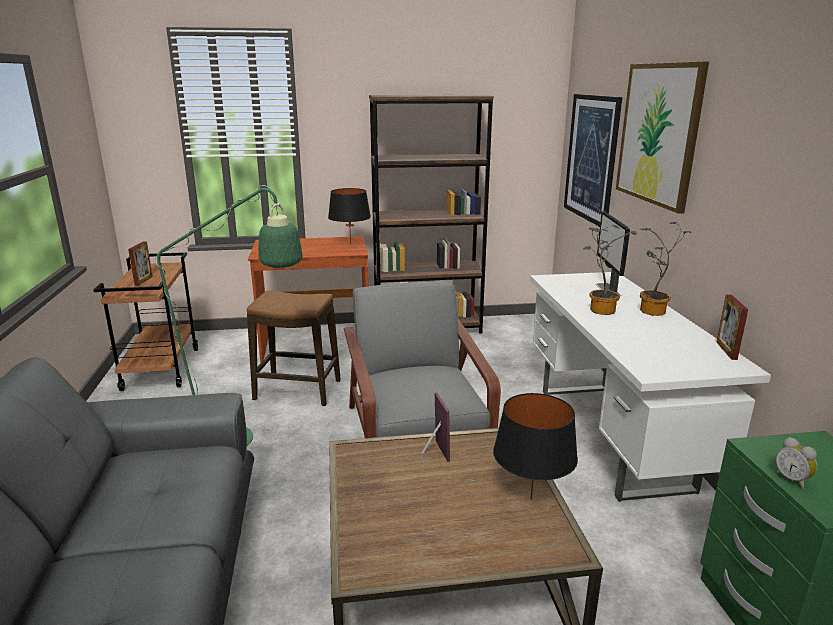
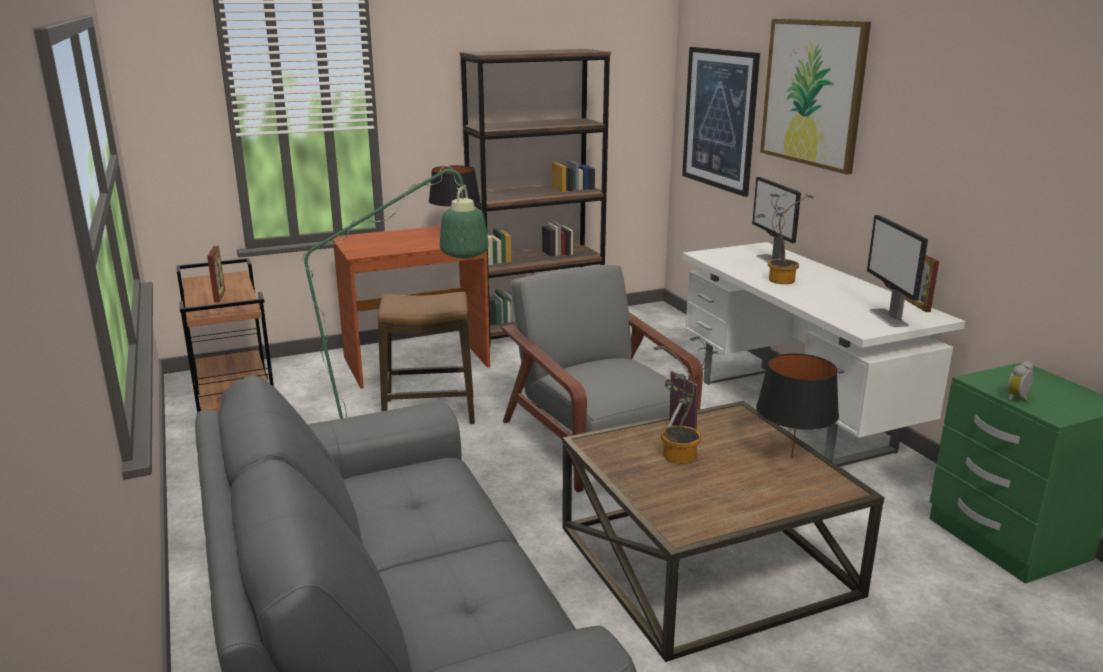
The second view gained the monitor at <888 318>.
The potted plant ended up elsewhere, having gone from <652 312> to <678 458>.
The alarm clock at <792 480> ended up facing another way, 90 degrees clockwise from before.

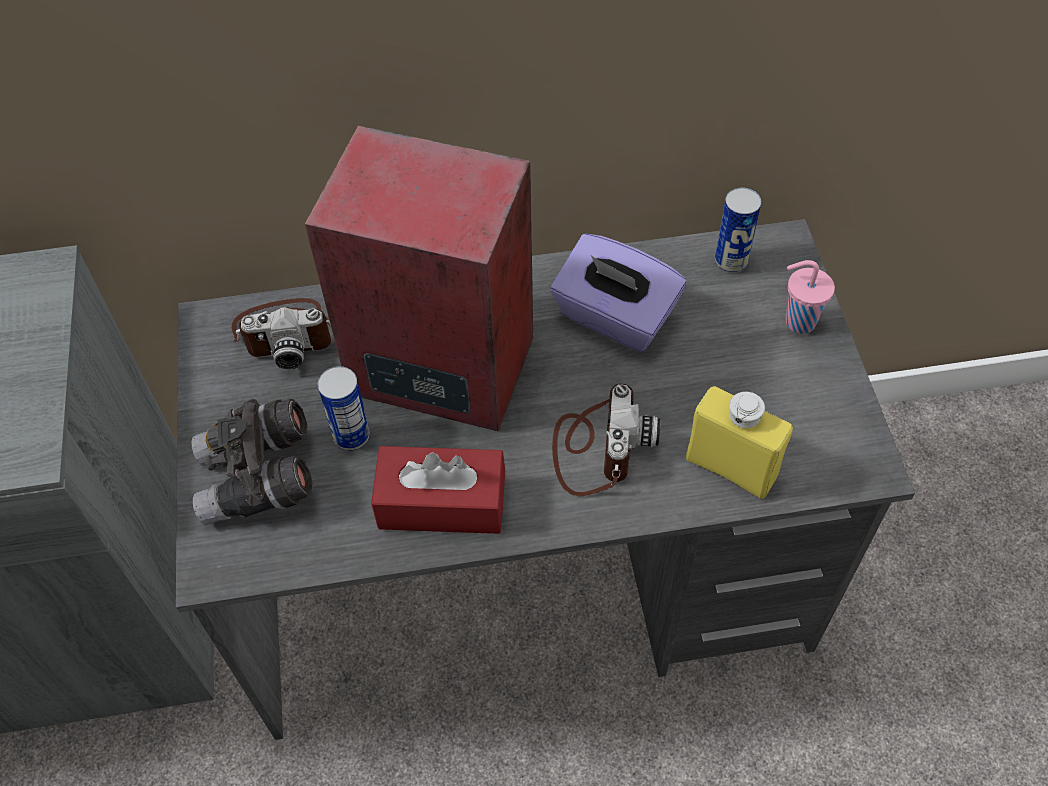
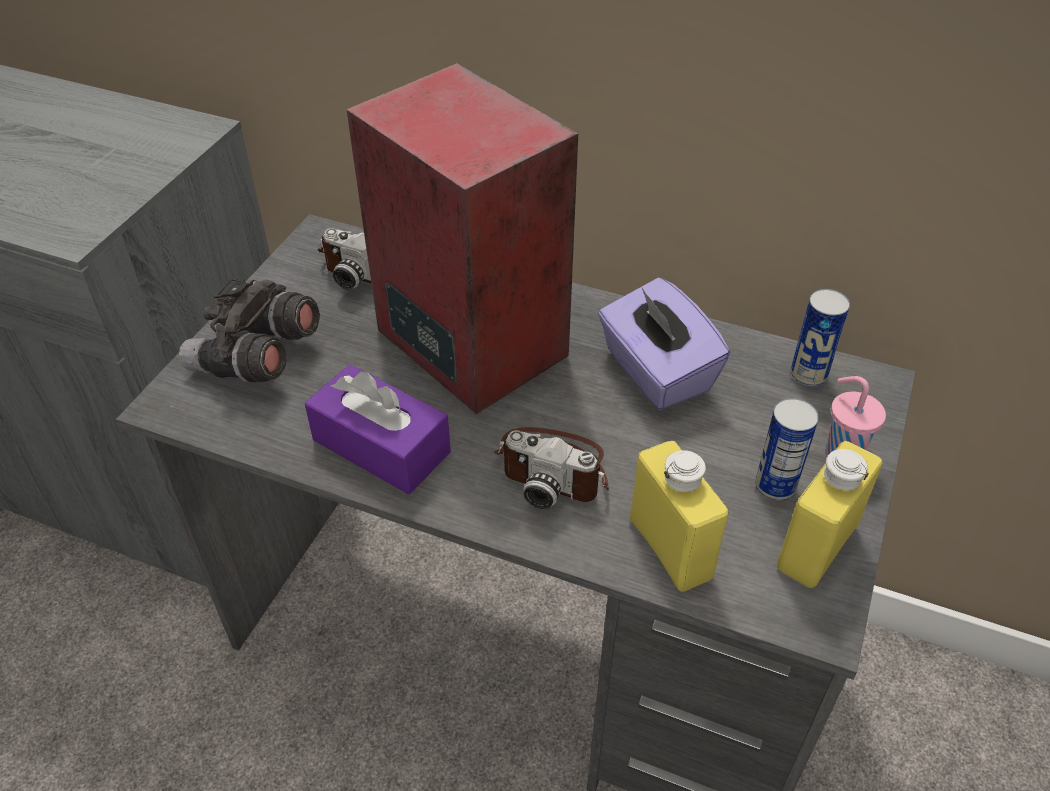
The second view gained the bottle (yellow) at <817 546>.
The can ended up elsewhere, having gone from <351 436> to <775 486>.
What was the tissue box (red) at <442 503> turned into the tissue box (purple) at <381 446>.
The photo camera at <597 447> ended up facing another way, 75 degrees clockwise from before.

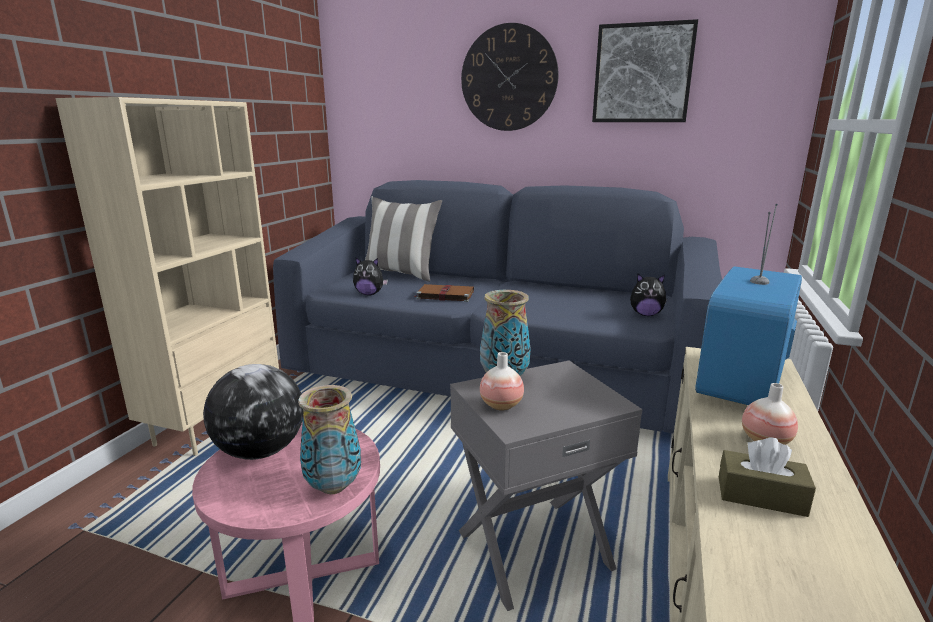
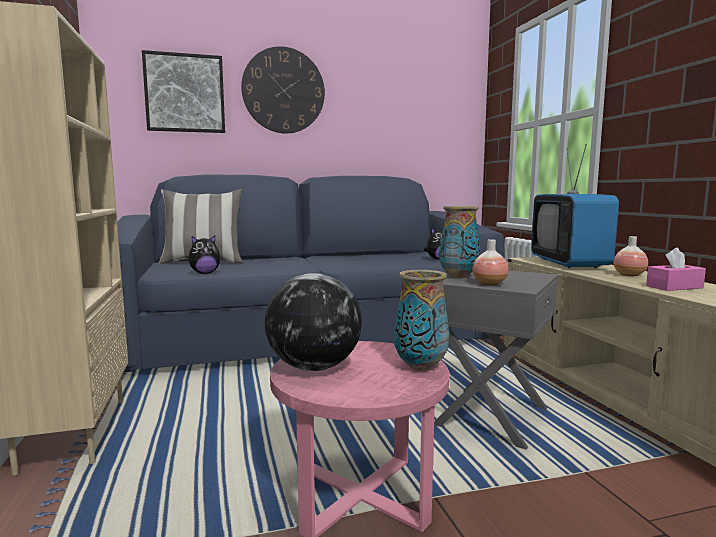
The second view lost the book (brown) at <444 295>.
The picture ended up elsewhere, having gone from <642 73> to <185 93>.
What was the tissue box (brown) at <761 496> turned into the tissue box (pink) at <674 287>.

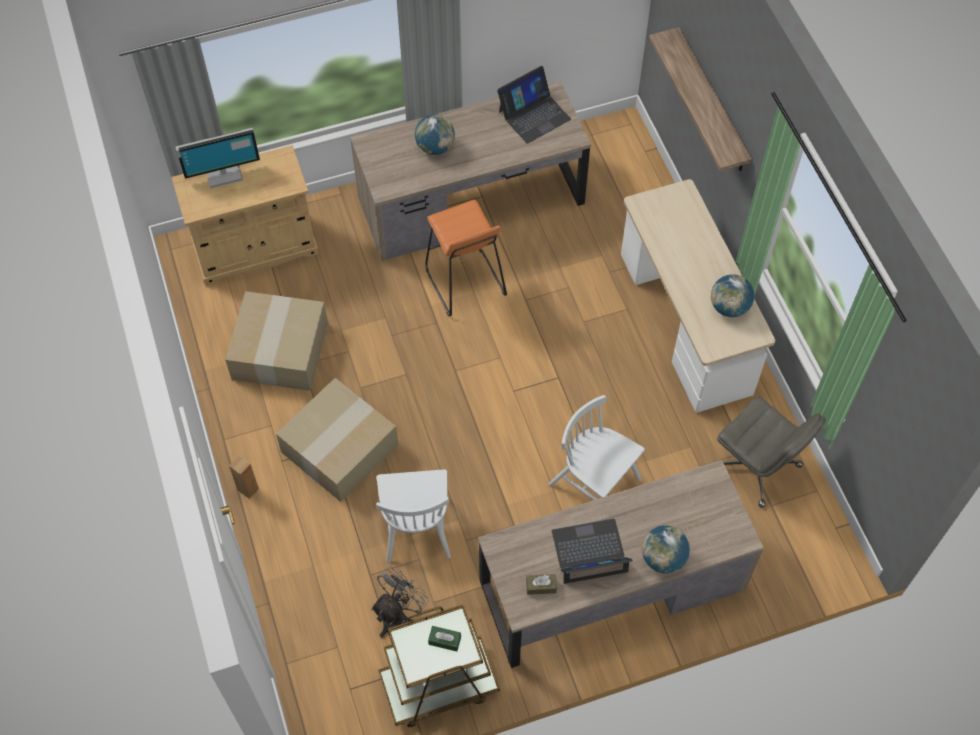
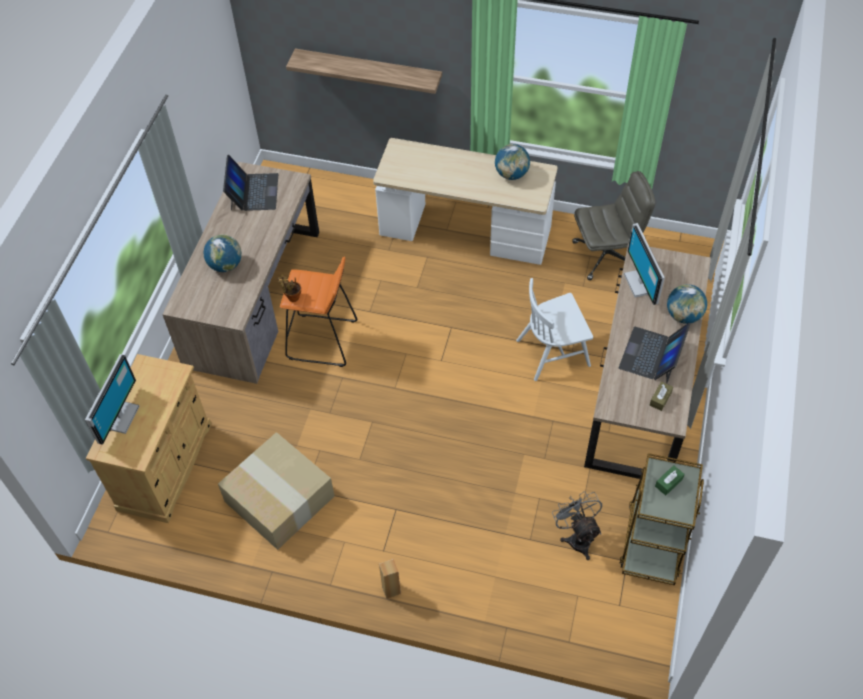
The second view lost the cardboard box at <339 450>.
The second view lost the chair (white) at <416 527>.
The second view gained the potted plant at <292 297>.
The second view gained the monitor at <641 283>.

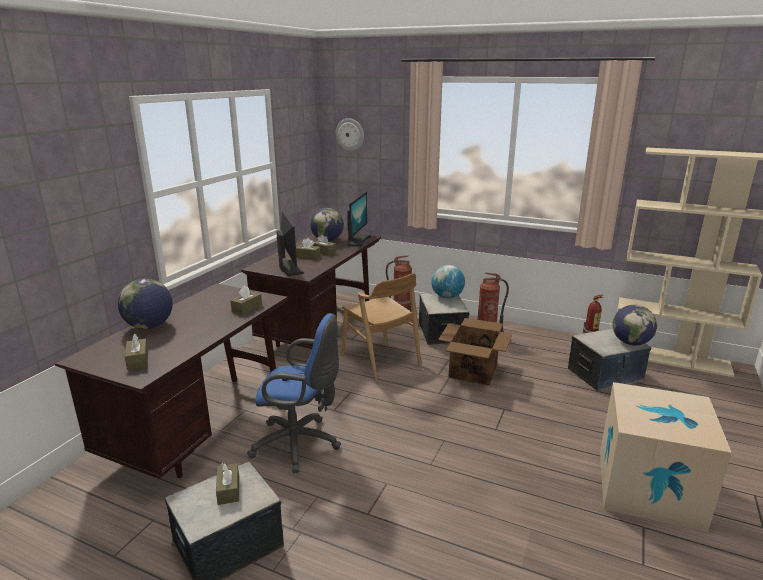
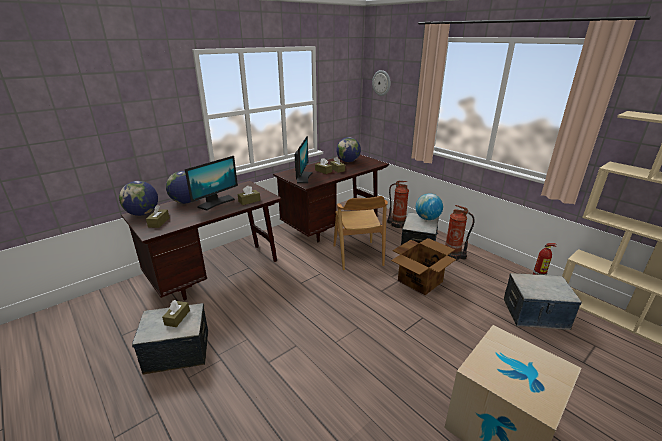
The second view lost the office chair (blue) at <300 444>.
The monitor ended up elsewhere, having gone from <358 240> to <216 202>.
The globe ended up elsewhere, having gone from <630 343> to <143 213>.

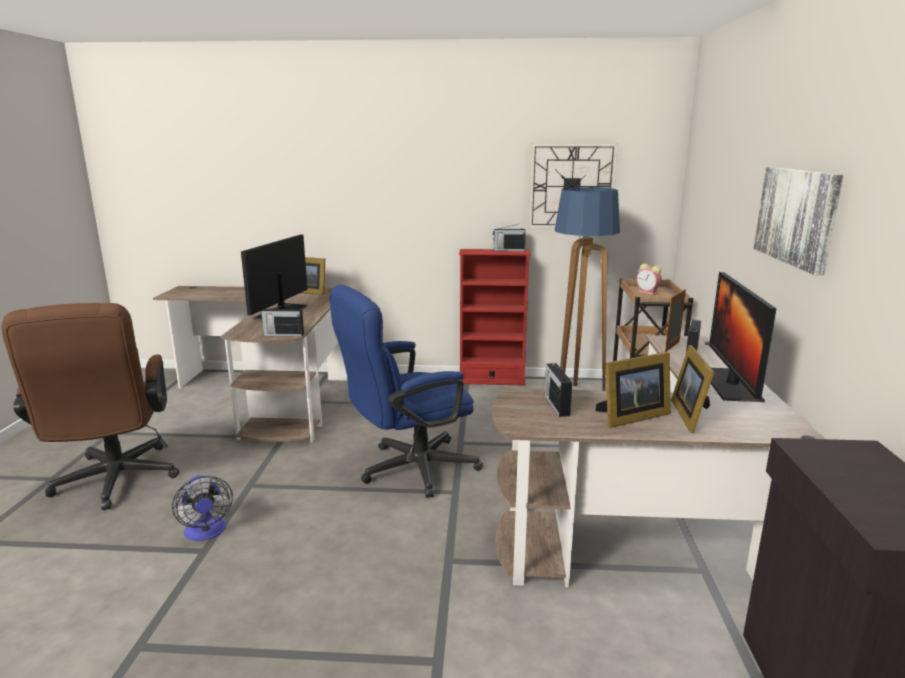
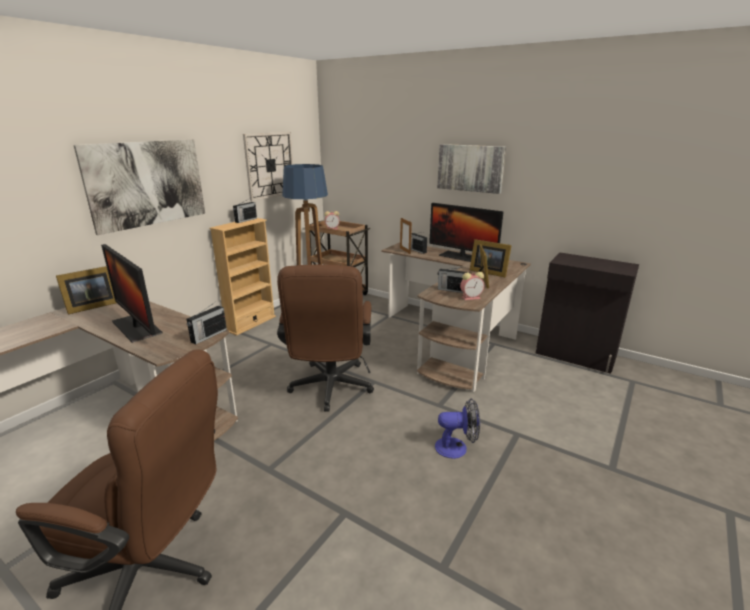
The second view gained the picture at <147 183>.
The second view gained the alarm clock at <471 297>.
The fan ended up elsewhere, having gone from <206 532> to <457 448>.
What was the office chair (blue) at <408 470> turned into the office chair (brown) at <330 390>.
What was the bookcase (red) at <491 380> turned into the bookcase (beige) at <251 323>.

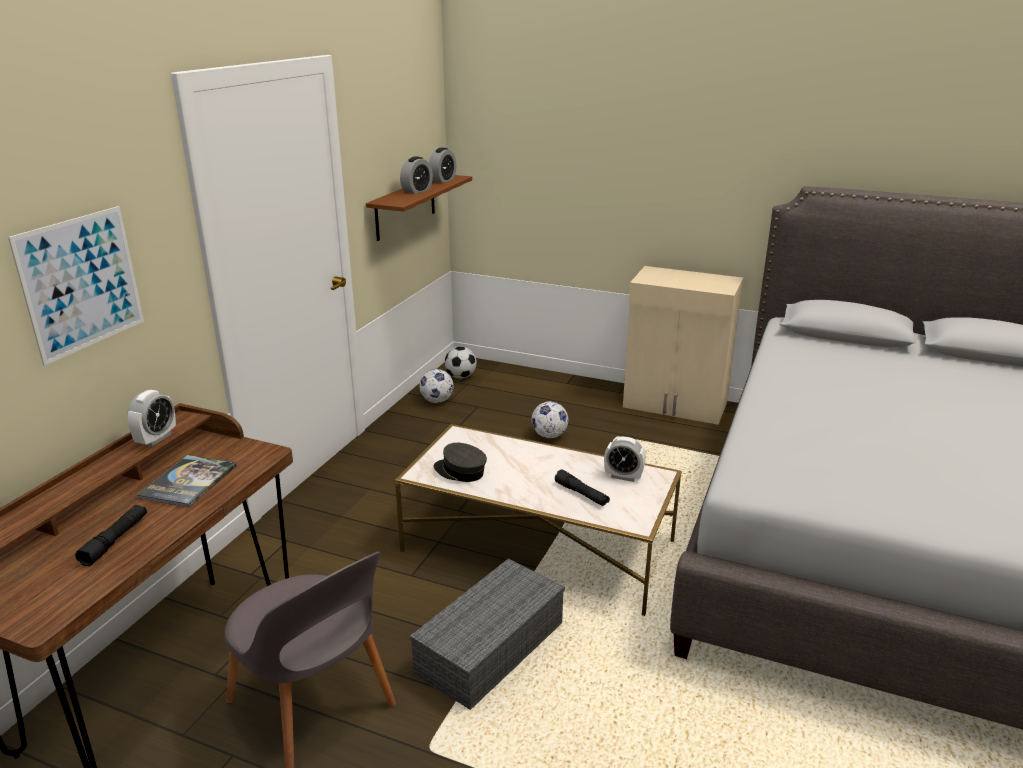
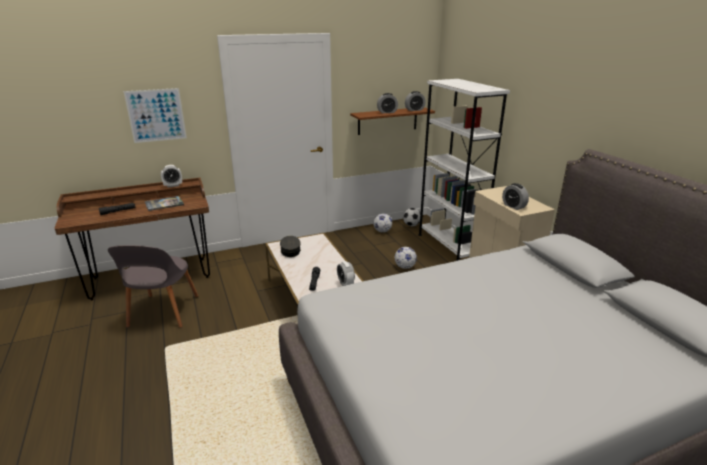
The second view lost the storage box (grey) at <490 646>.
The second view gained the bookcase (white) at <449 246>.
The second view gained the alarm clock at <513 206>.

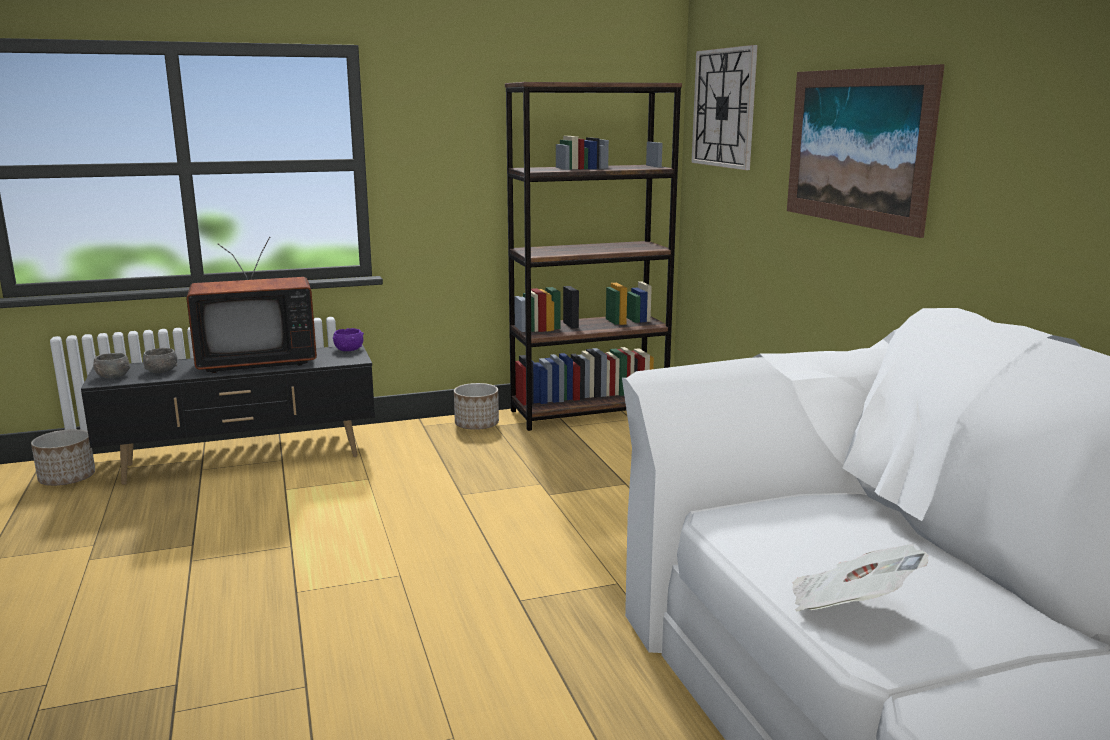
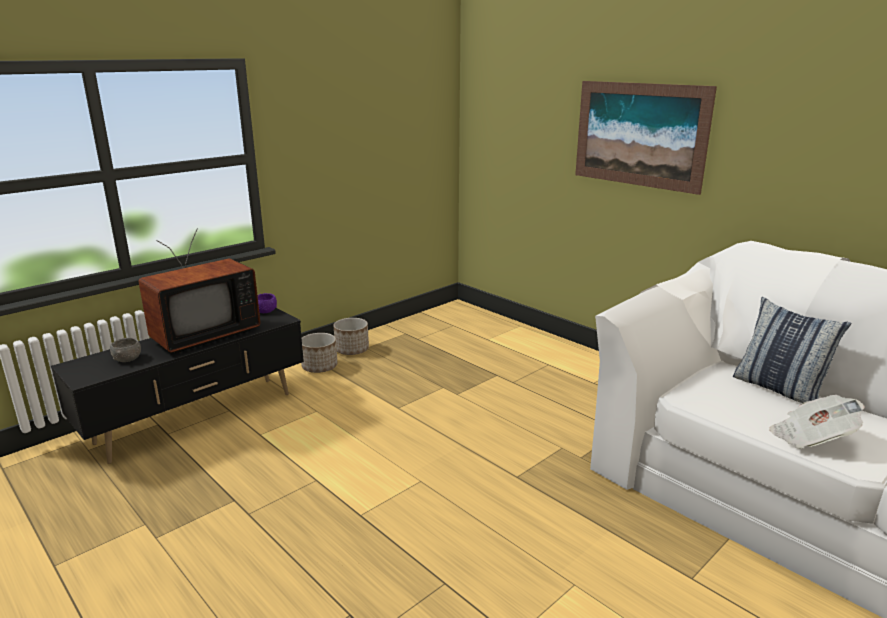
The second view lost the bowl (grey) at <113 376>.
The second view lost the bookcase (brown) at <589 412>.
The second view lost the wall clock at <724 108>.
The second view gained the pillow at <779 389>.
The planter ended up elsewhere, having gone from <67 478> to <319 367>.

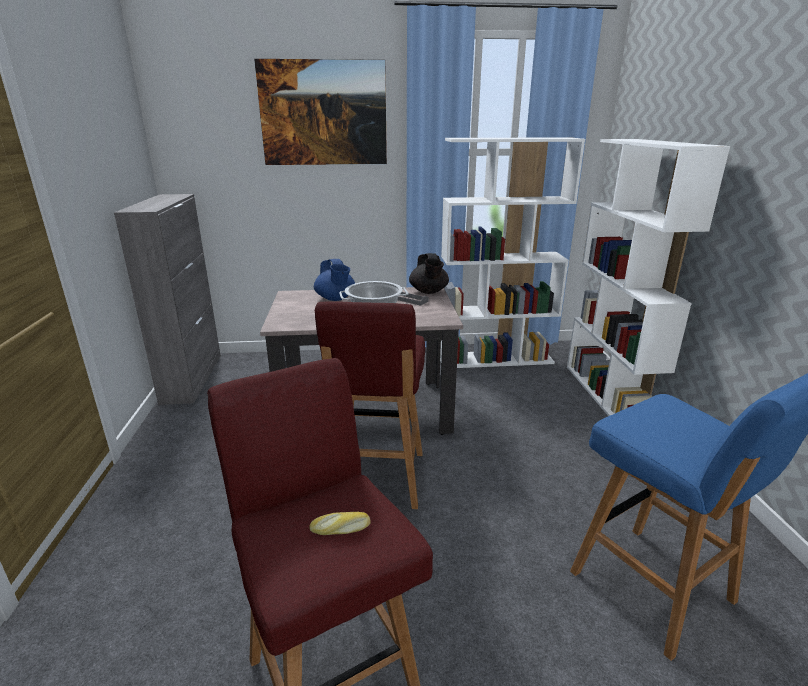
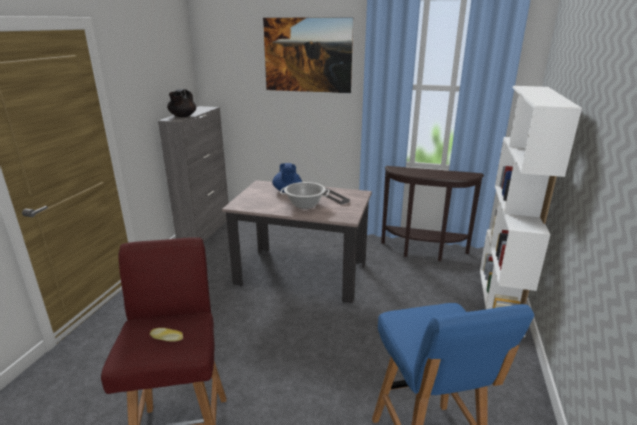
The second view lost the stool (red) at <377 479>.
The teapot (black) ended up elsewhere, having gone from <428 292> to <182 116>.
Where the bookcase (white) stood at <495 359>, the console table (brown) came to stand at <423 252>.

